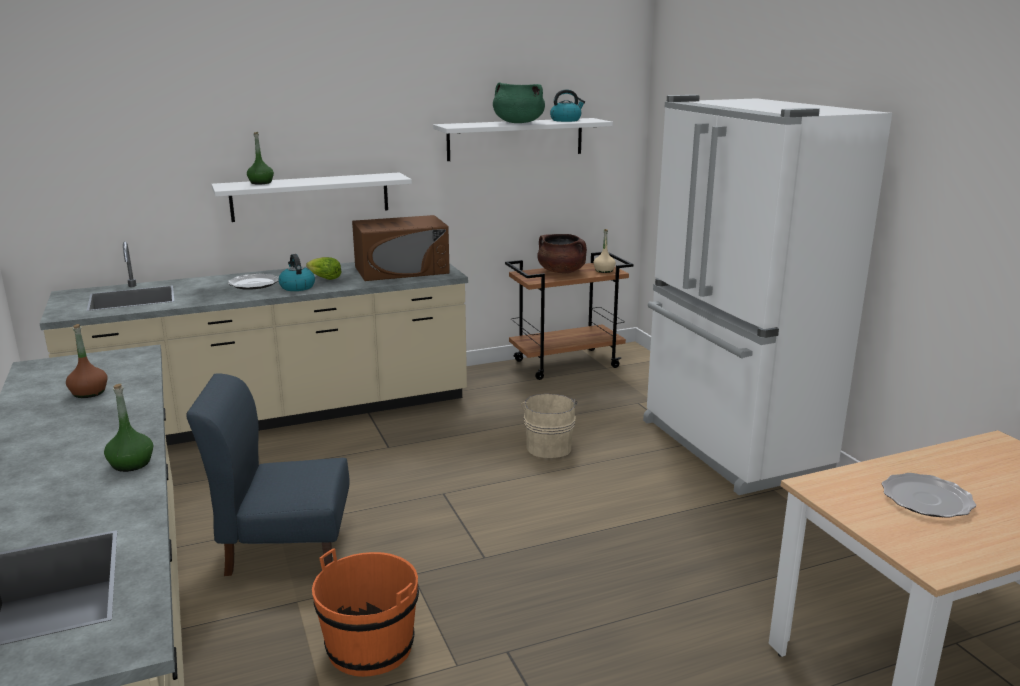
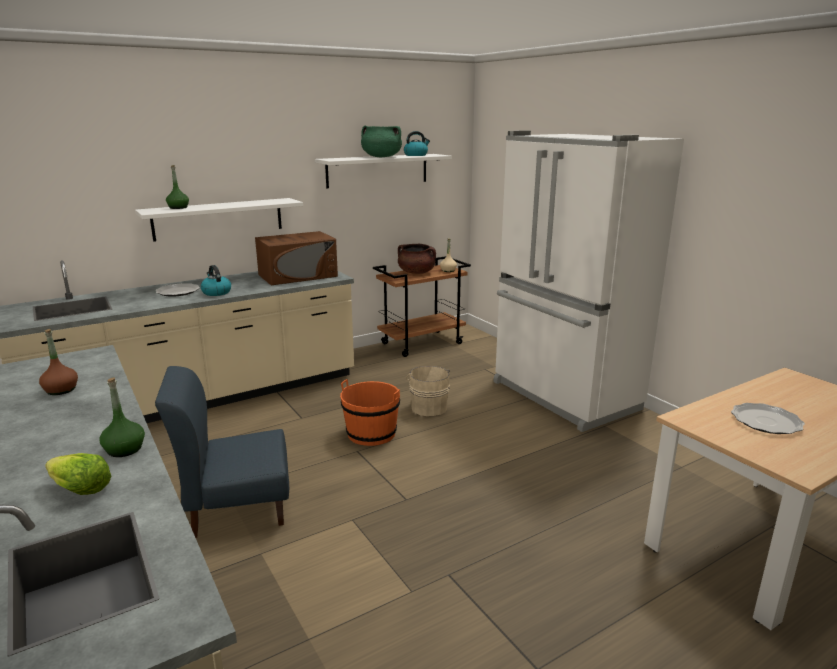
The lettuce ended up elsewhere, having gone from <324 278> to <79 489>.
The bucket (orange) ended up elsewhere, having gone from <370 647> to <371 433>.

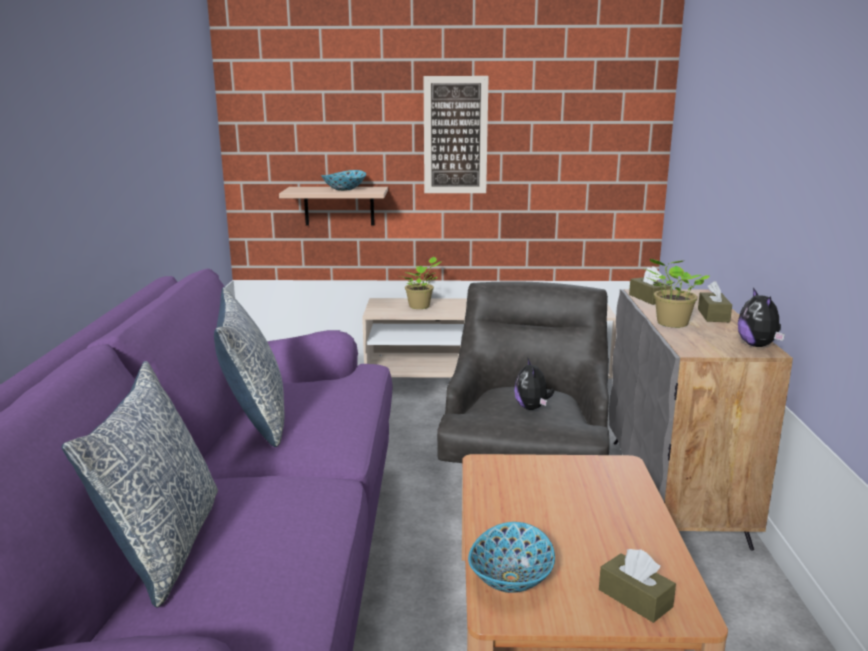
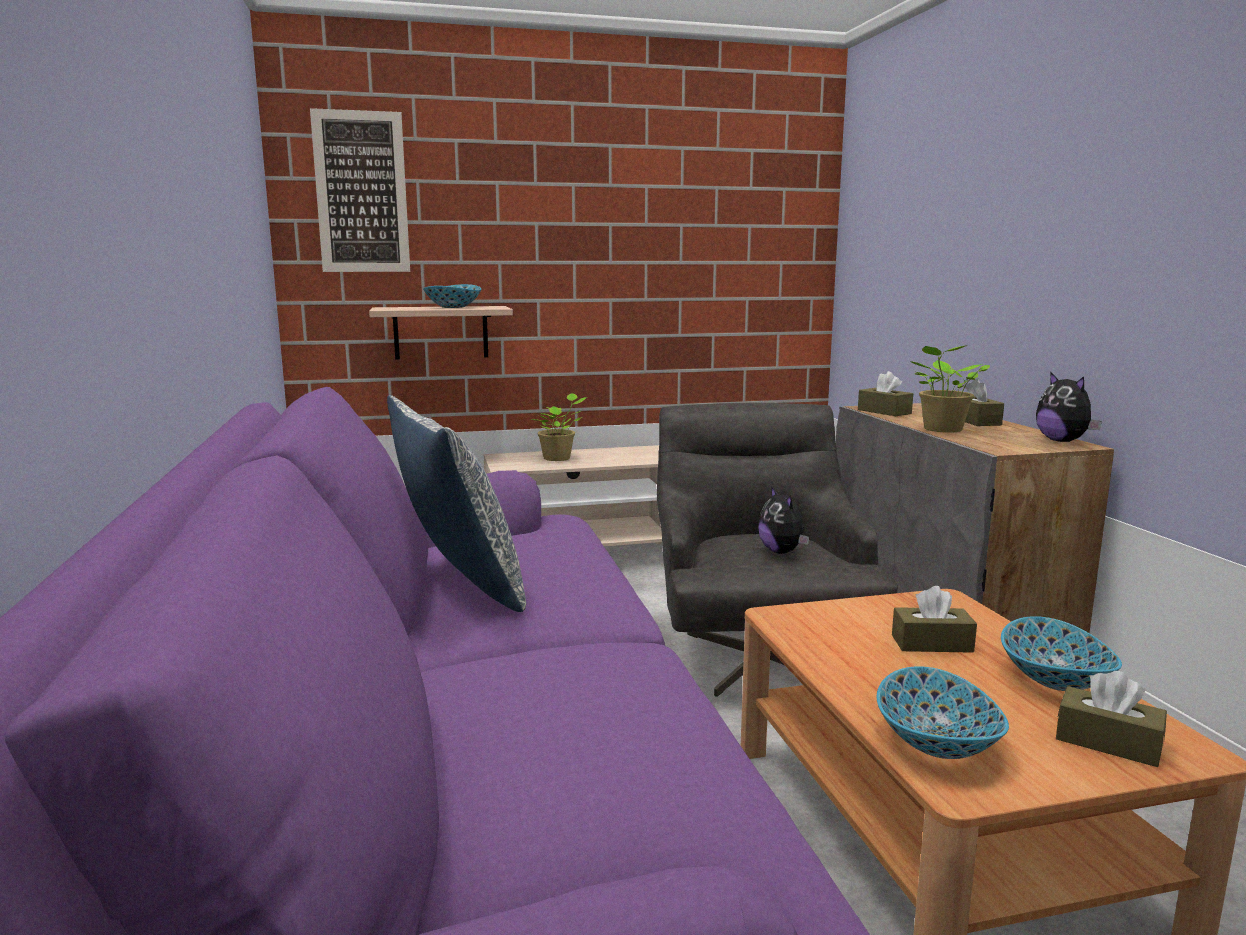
The second view lost the pillow at <164 545>.
The second view gained the tissue box (brown) at <932 644>.
The second view gained the bowl at <1056 680>.
The picture ended up elsewhere, having gone from <455 135> to <361 192>.

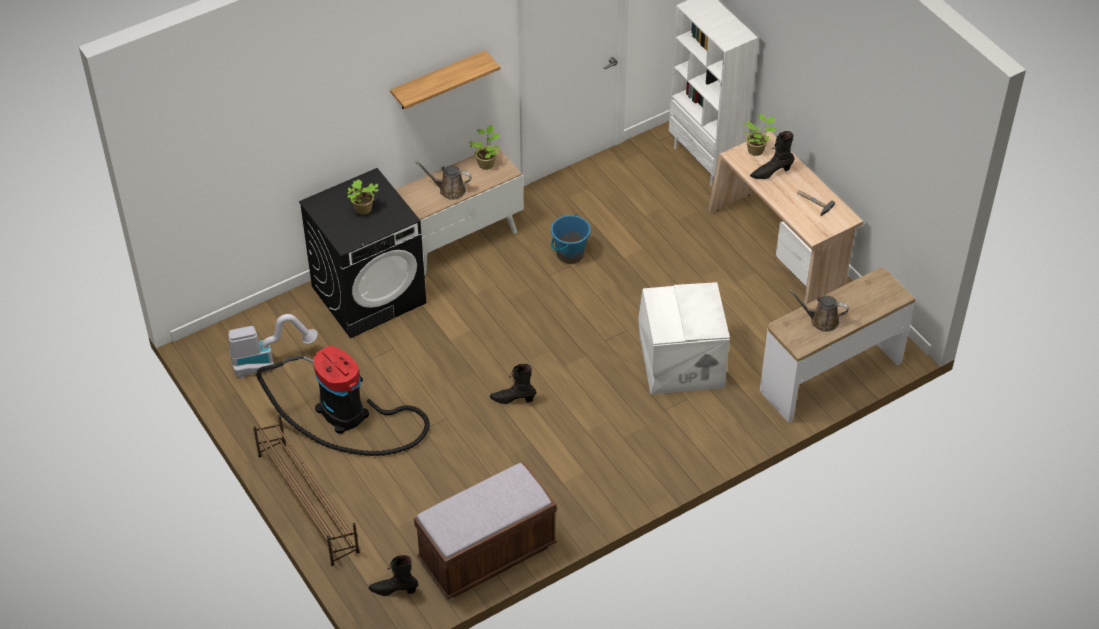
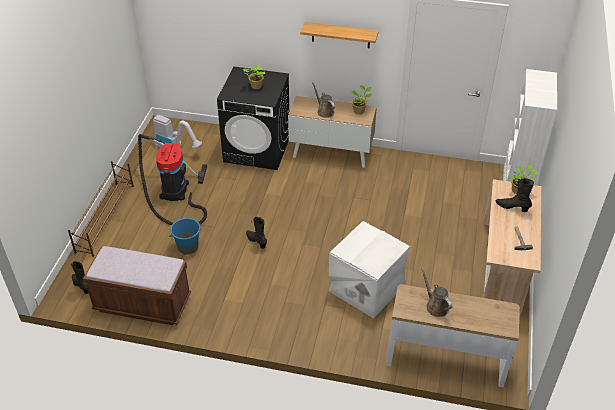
The bucket (blue) ended up elsewhere, having gone from <570 254> to <188 247>.

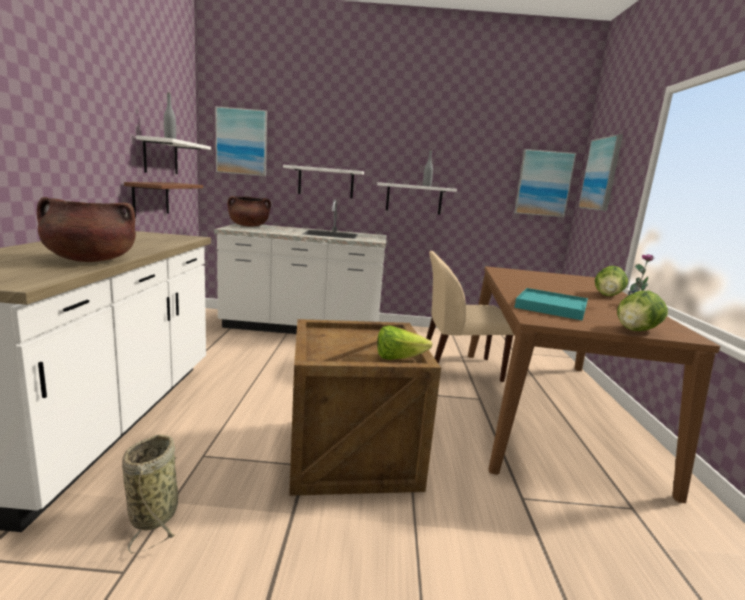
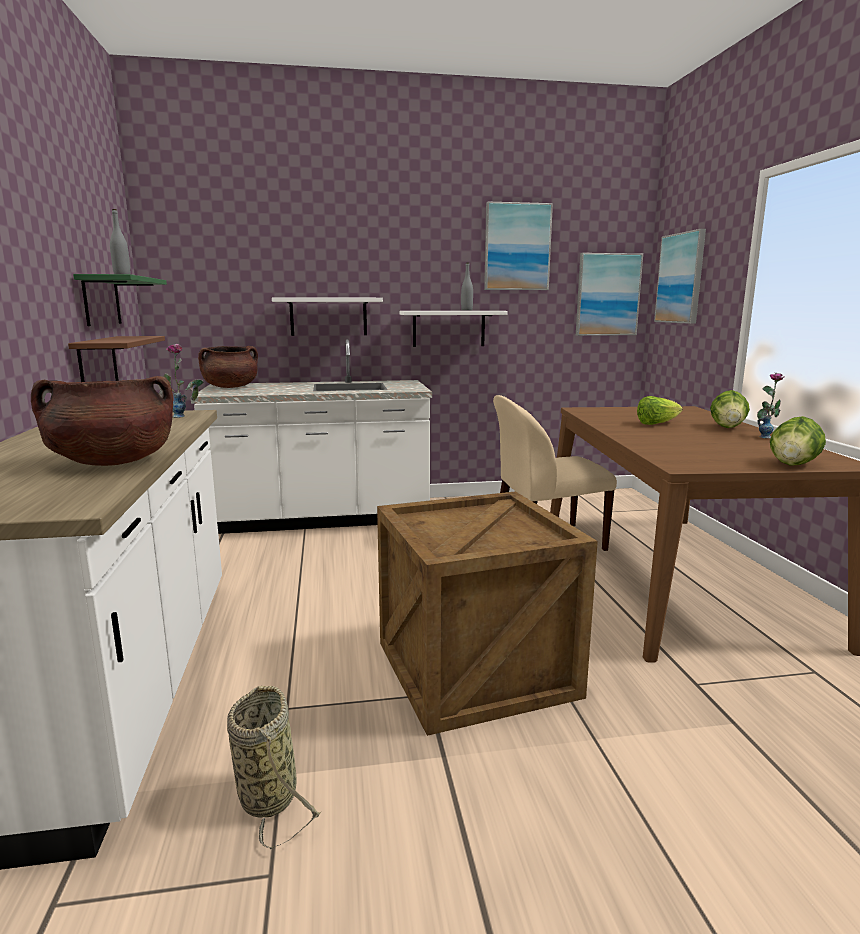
The second view lost the tray (turquoise) at <551 307>.
The second view gained the vase at <185 417>.
The picture ended up elsewhere, having gone from <241 142> to <517 247>.
The lettuce ended up elsewhere, having gone from <398 358> to <656 424>.
What was the shelf (white) at <161 156> turned into the shelf (green) at <101 301>.

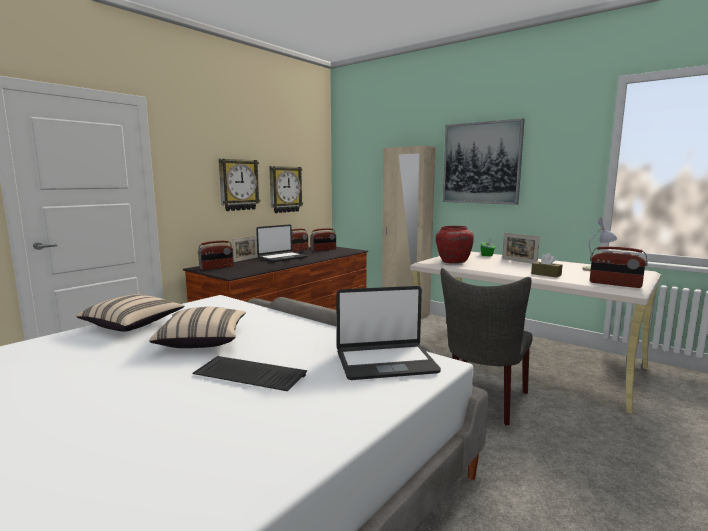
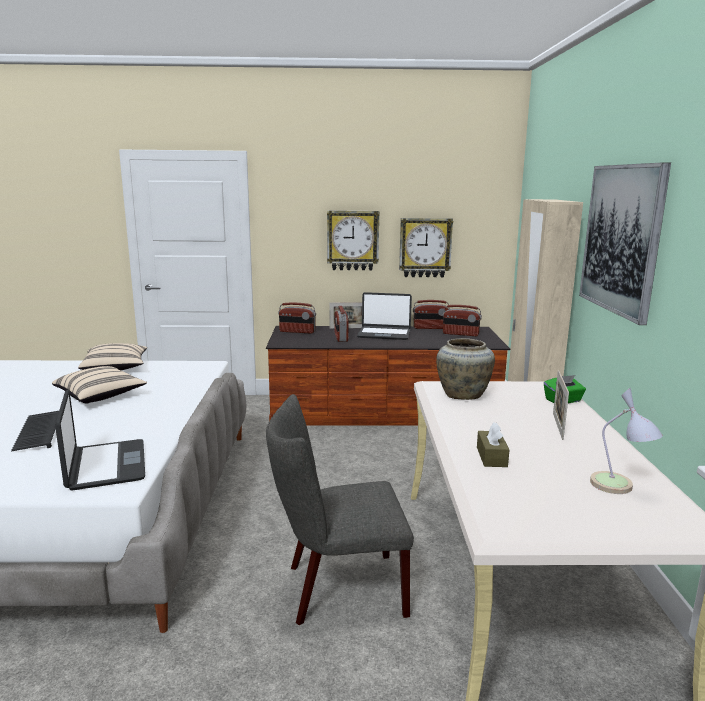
The radio ended up elsewhere, having gone from <615 284> to <340 337>.
What was the vase (red) at <453 262> turned into the vase (beige) at <463 395>.
The laptop at <385 362> ended up facing another way, 150 degrees counterclockwise from before.

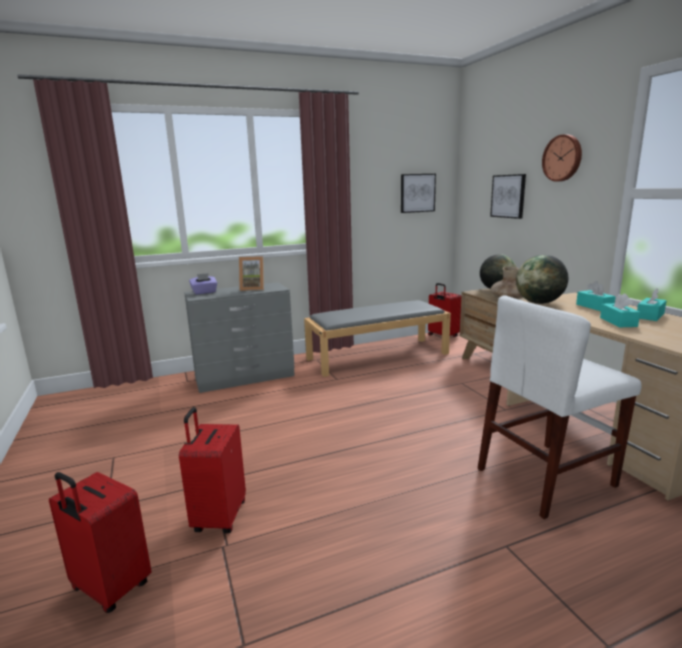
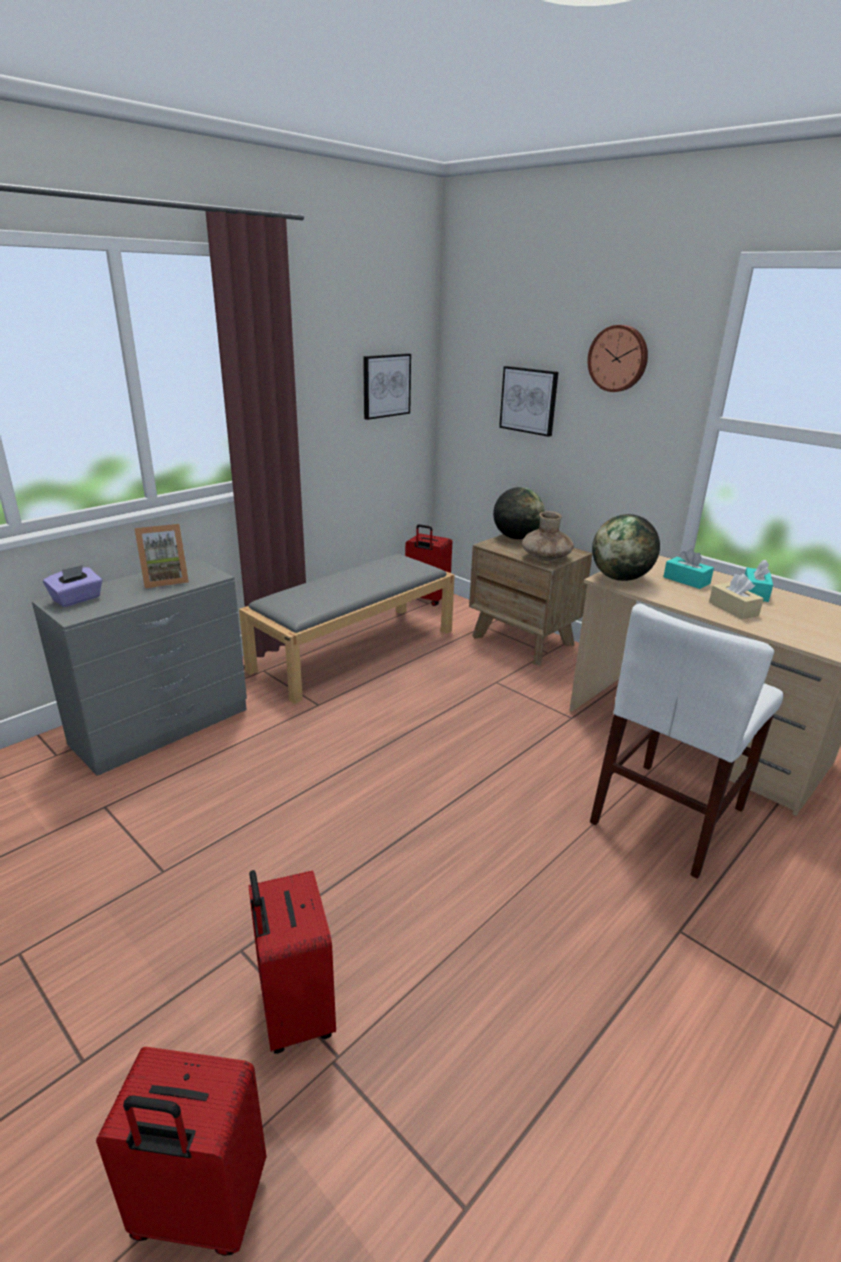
What was the tissue box (turquoise) at <618 322> turned into the tissue box (beige) at <733 609>.

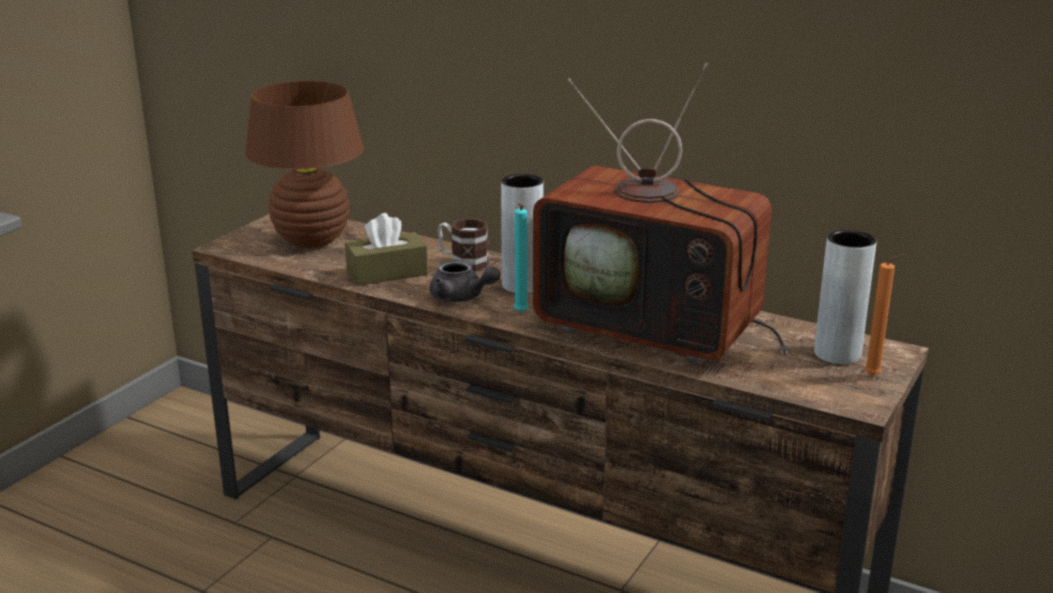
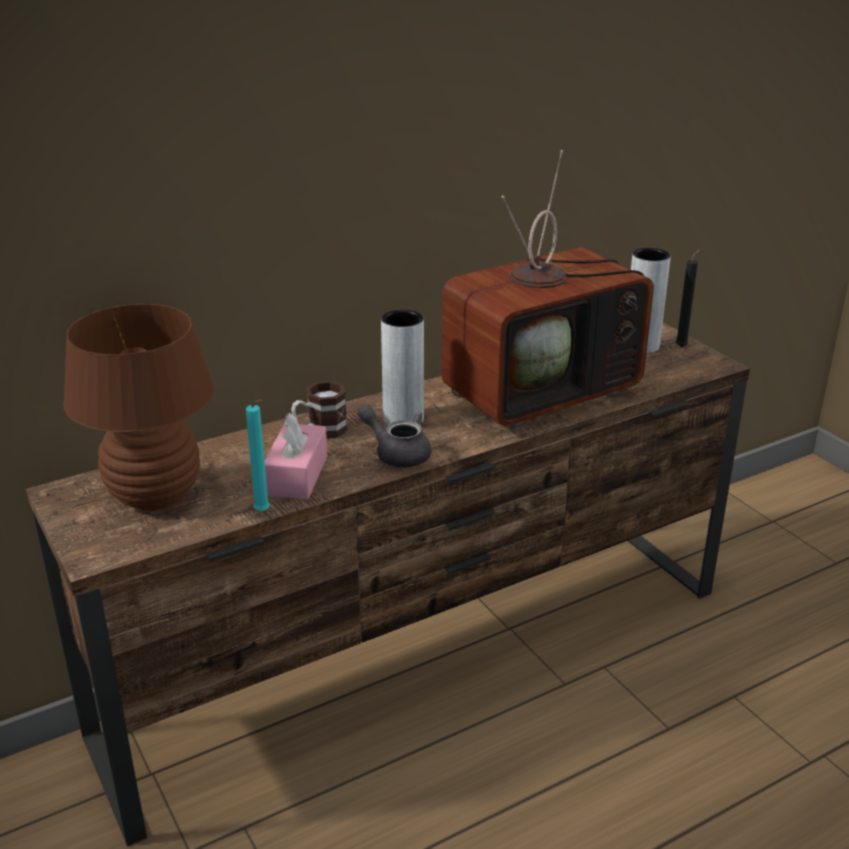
The candle (turquoise) ended up elsewhere, having gone from <520 313> to <263 512>.
What was the tissue box (brown) at <387 273> turned into the tissue box (pink) at <297 475>.
What was the candle (orange) at <875 376> turned into the candle (black) at <682 346>.
The teapot (grey) at <462 298> ended up facing another way, 120 degrees counterclockwise from before.

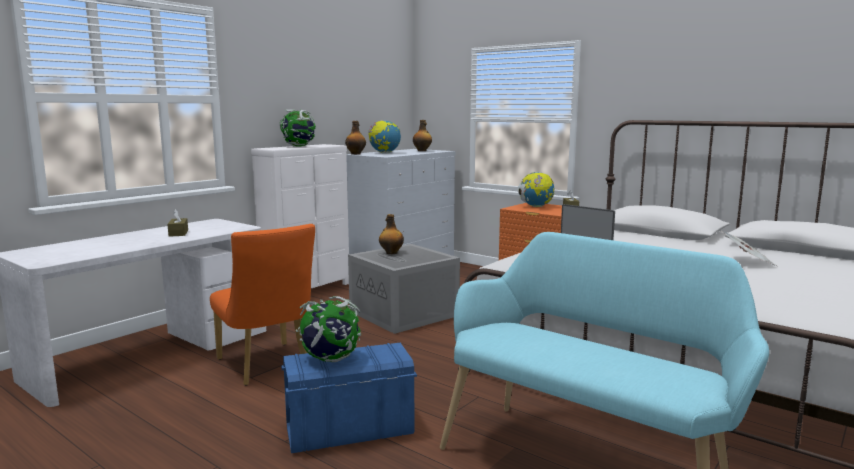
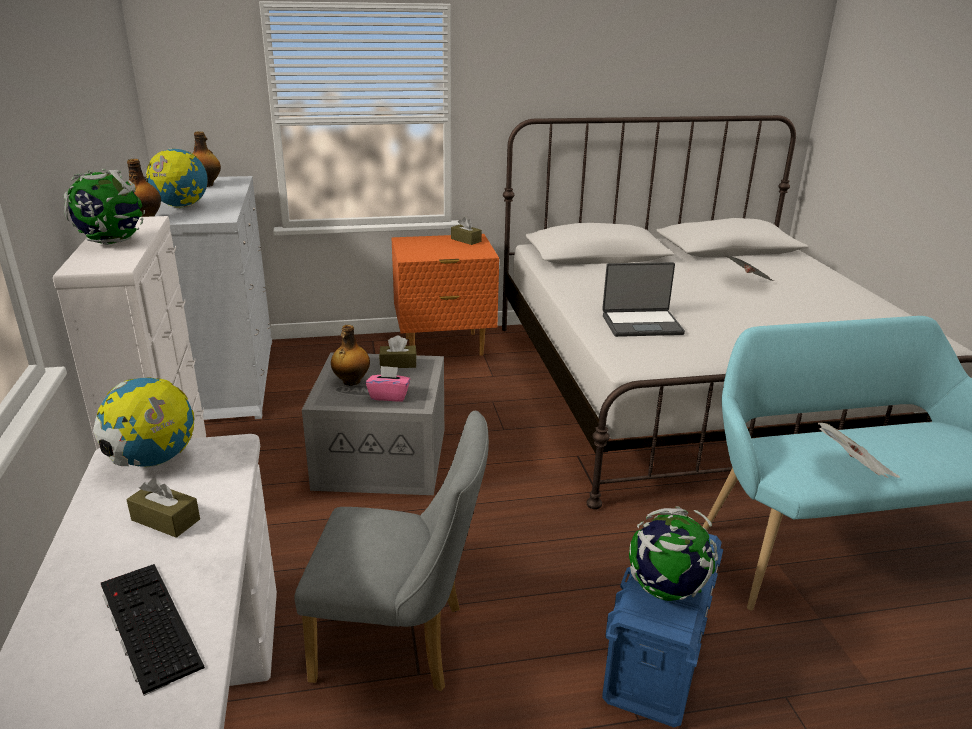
The second view gained the keyboard at <146 624>.
The second view gained the tissue box (pink) at <389 396>.
The second view gained the tissue box (brown) at <398 363>.
The second view gained the newspaper at <853 470>.
The globe ended up elsewhere, having gone from <536 206> to <153 461>.
What was the chair (orange) at <267 366> turned into the chair (grey) at <401 643>.

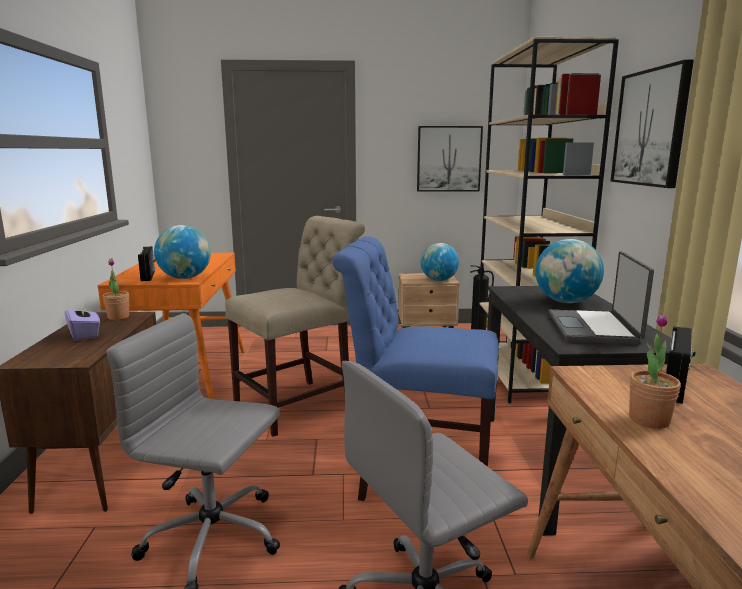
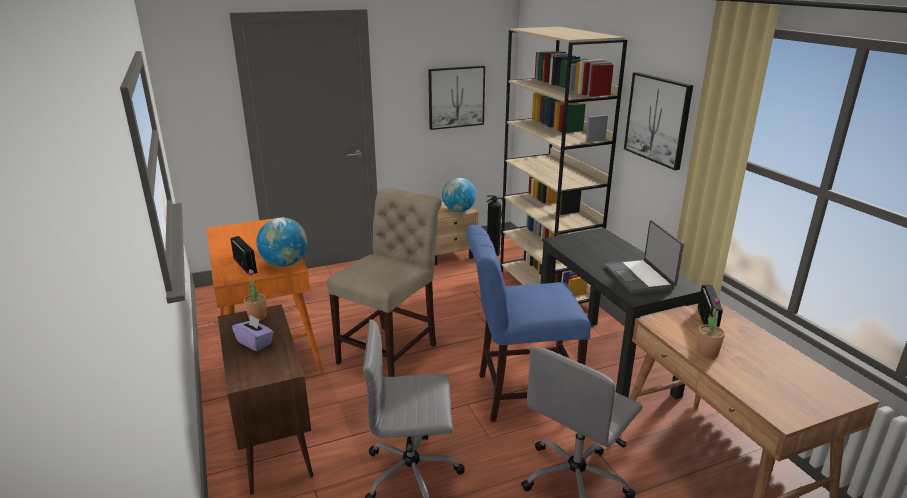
The second view lost the globe at <566 302>.

